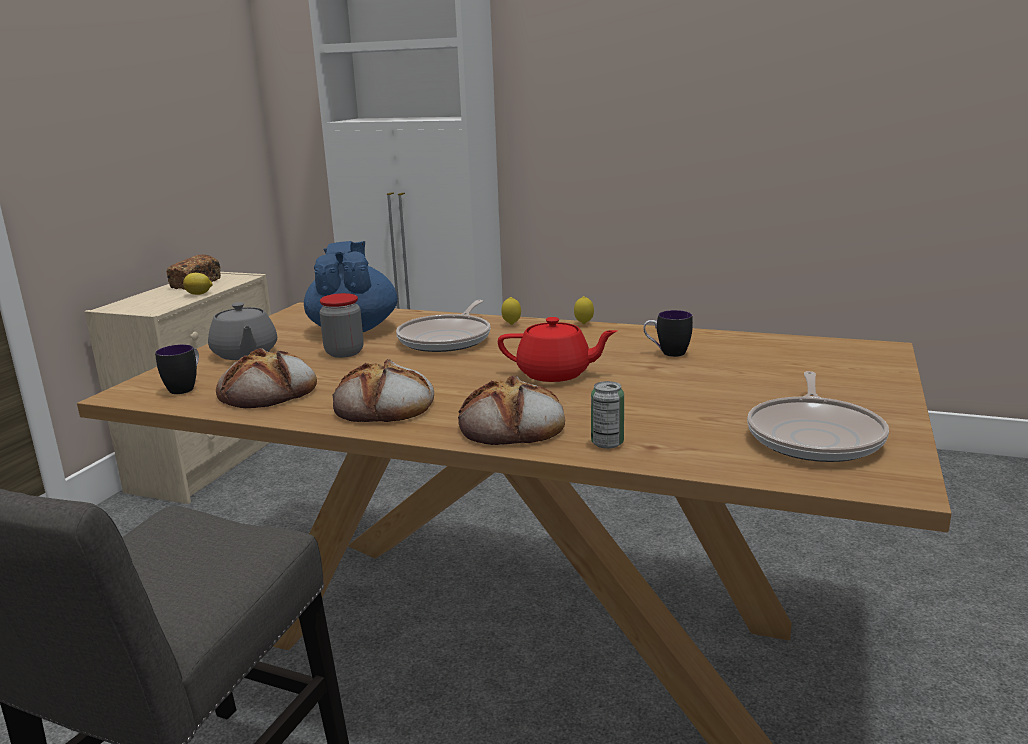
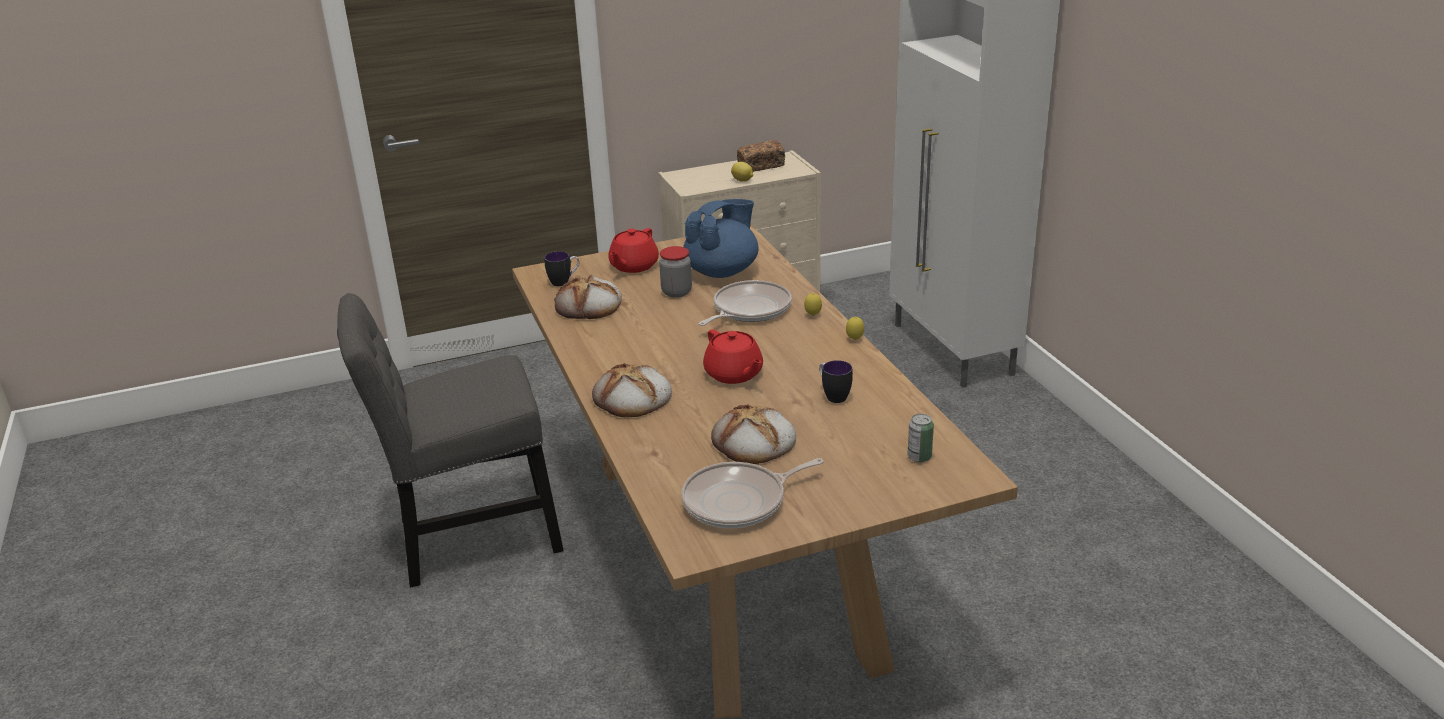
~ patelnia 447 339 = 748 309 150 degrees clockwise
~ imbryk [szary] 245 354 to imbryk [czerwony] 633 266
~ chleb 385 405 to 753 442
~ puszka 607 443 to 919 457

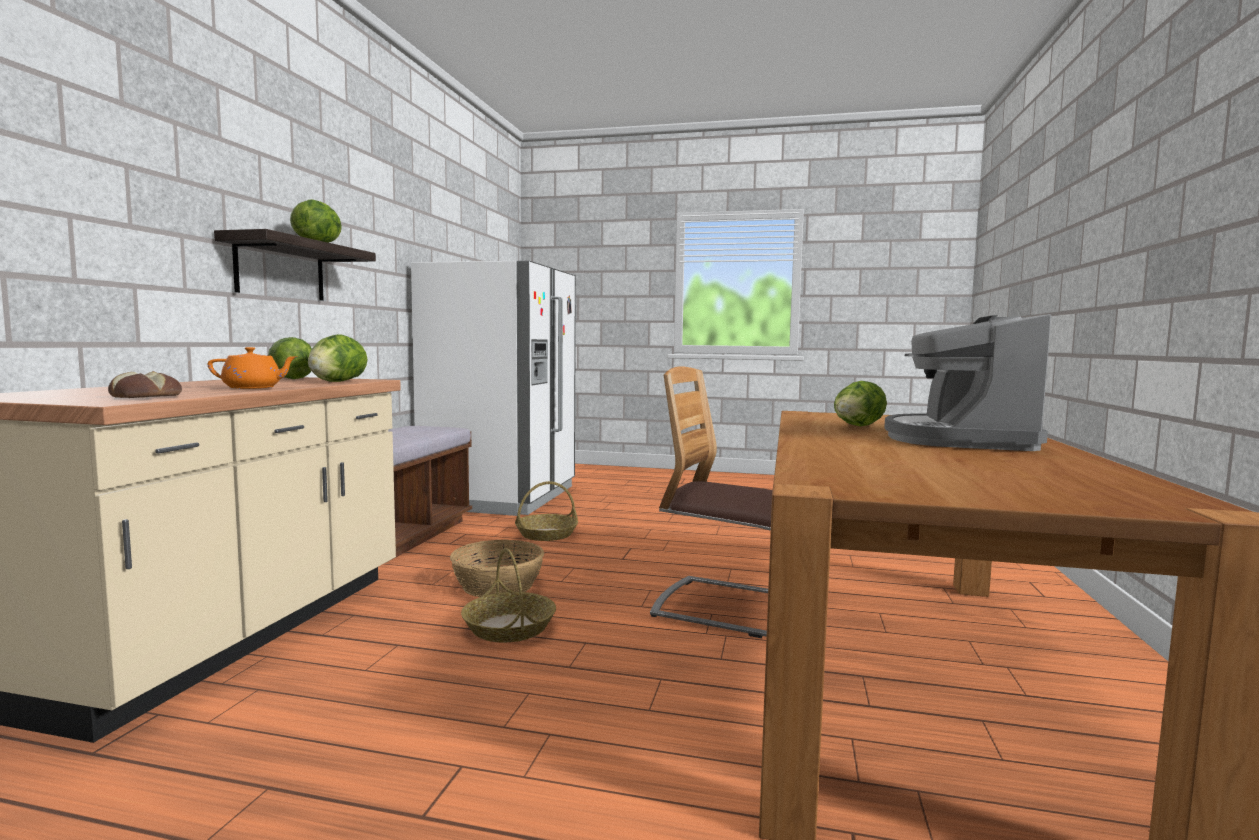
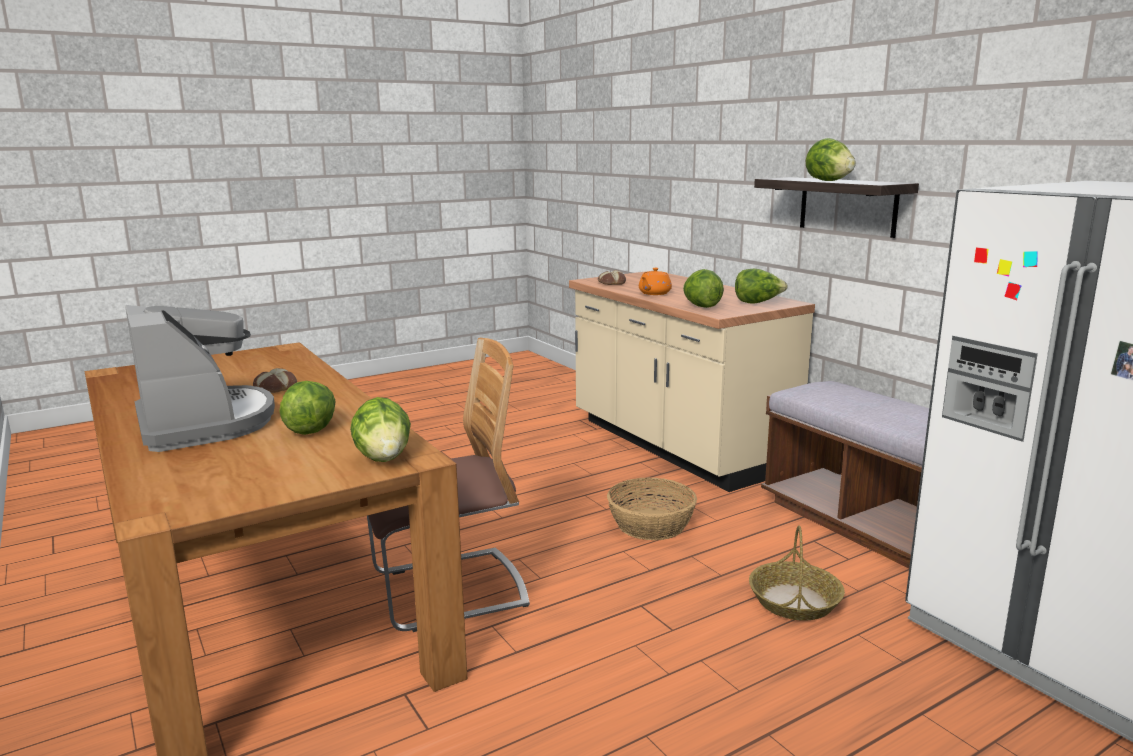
- koszyk 509 628
+ chleb 275 388
+ sałata 384 458

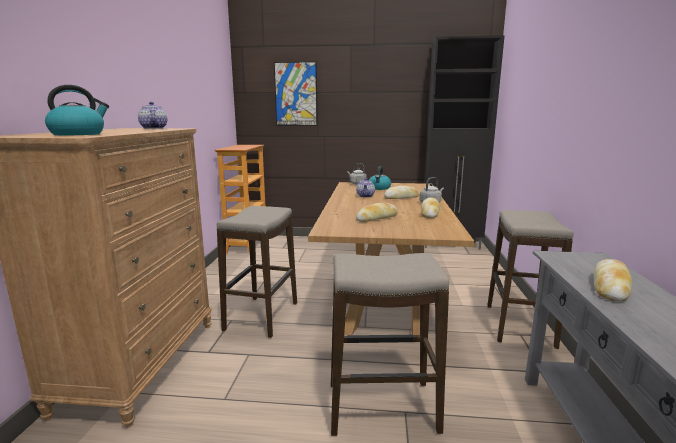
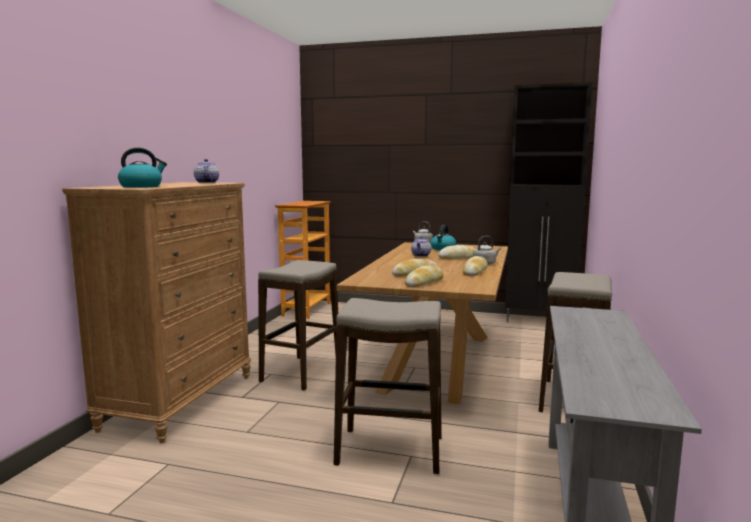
- obraz 296 94
~ chleb 610 286 to 424 282

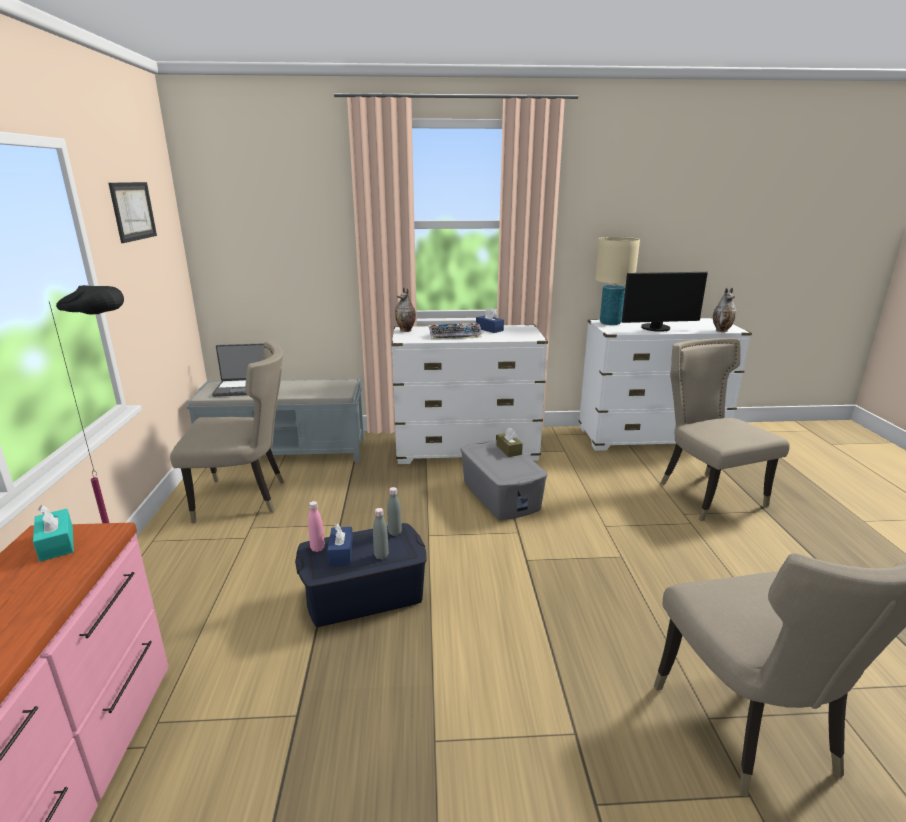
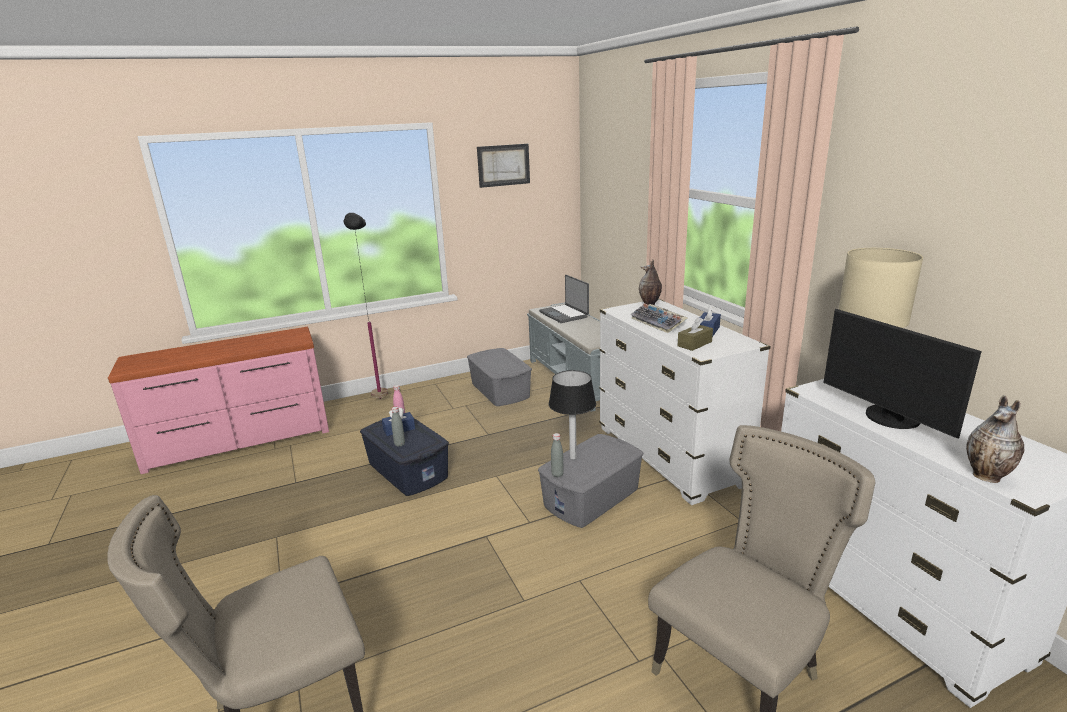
~ krzesło [beżowy] 245 498 to pojemnik do przechowywania [szary] 499 390
~ pudełko chusteczek [brązowy] 509 450 to 694 344
~ butelka [szary] 395 533 to 557 474
- pudełko chusteczek [turkusowy] 56 543
+ lampa stołowa 573 457

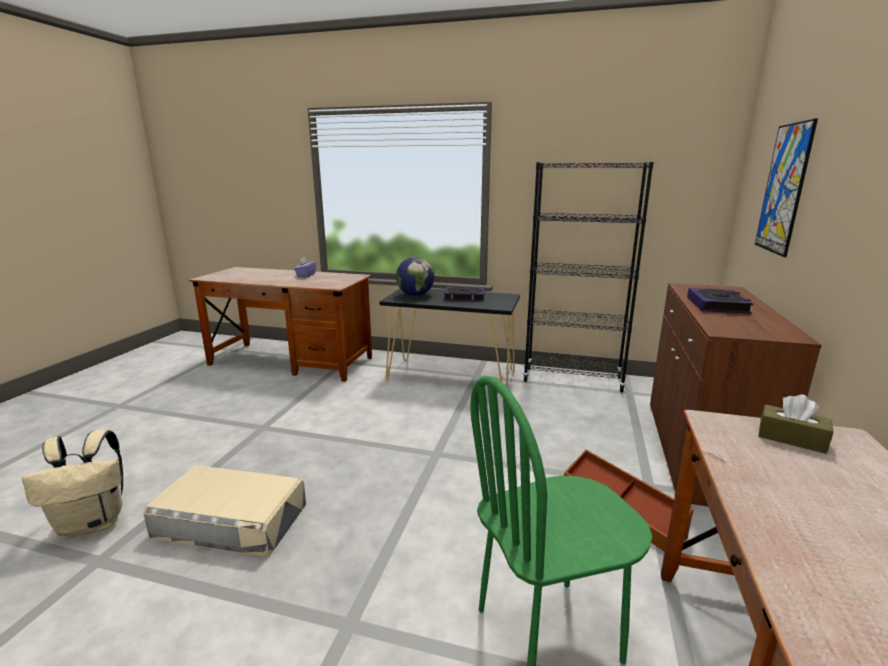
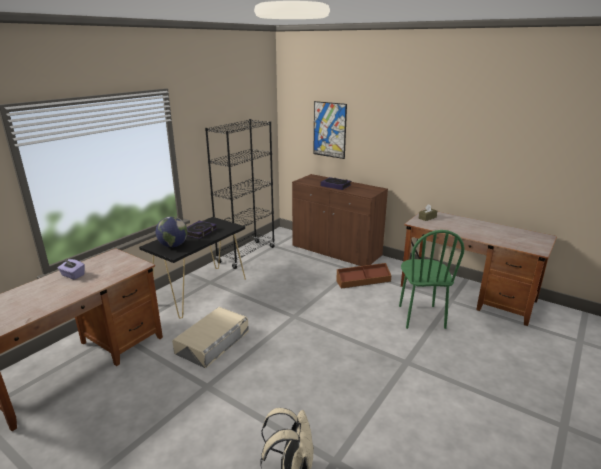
~ pojemnik do przechowywania [beżowy] 231 520 to 213 342

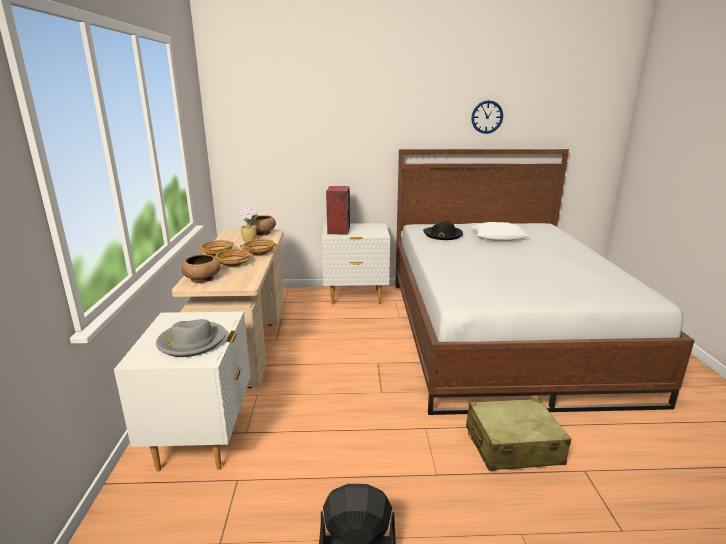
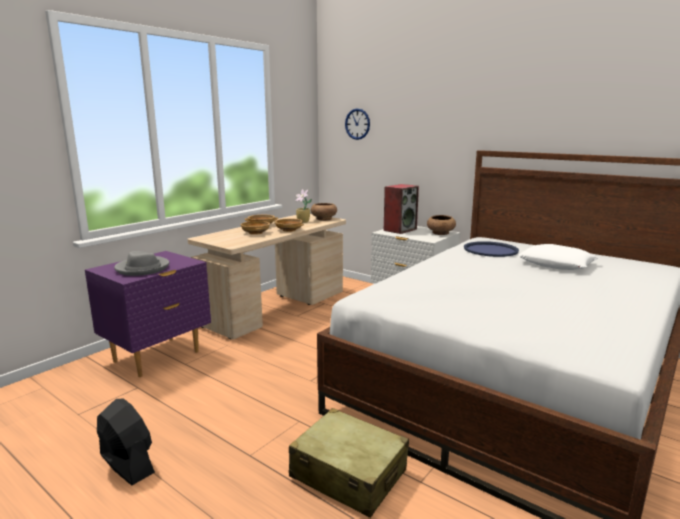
~ zegar ścienny 487 117 to 357 124
~ kapelusz [czarny] 443 235 to taca [niebieski] 490 250
~ miska [brązowy] 202 279 to 440 233
~ szafka nocna [biały] 202 440 to szafka nocna [fioletowy] 157 357

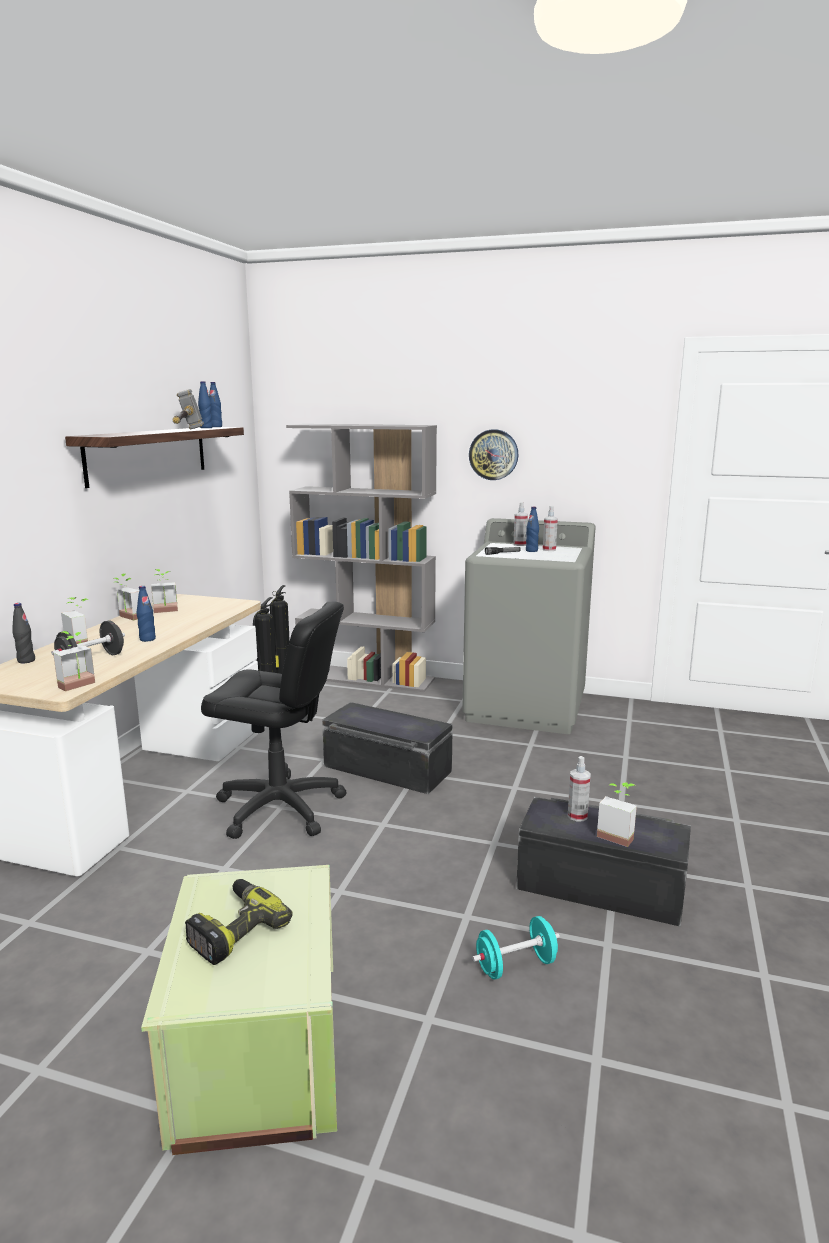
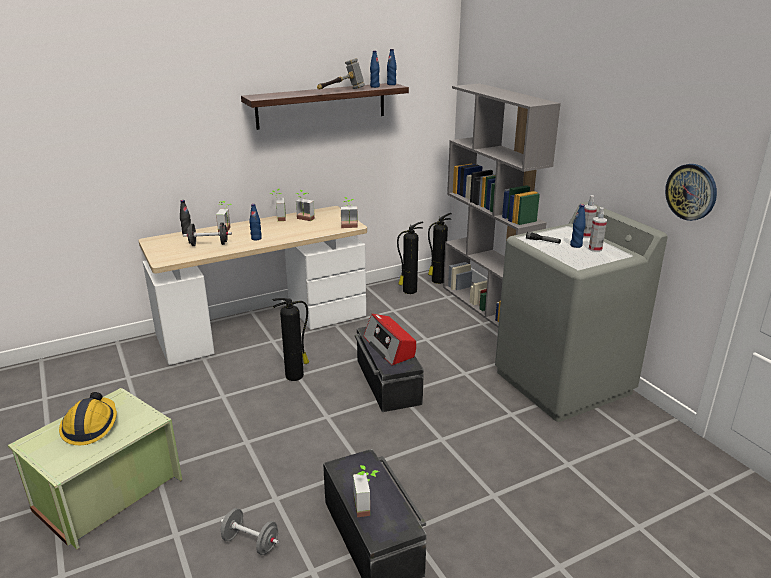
~ zegar ścienny 493 454 to 691 192
~ krzesło biurowe [czarny] 279 808 to gaśnica 295 375
~ roślina doniczkowa 80 686 to 349 227
- spryskiwacz 577 816
~ wiertarka 234 929 to kask 90 426
~ hantel [turkusowy] 515 965 to hantel [szary] 250 542
+ radio 389 347

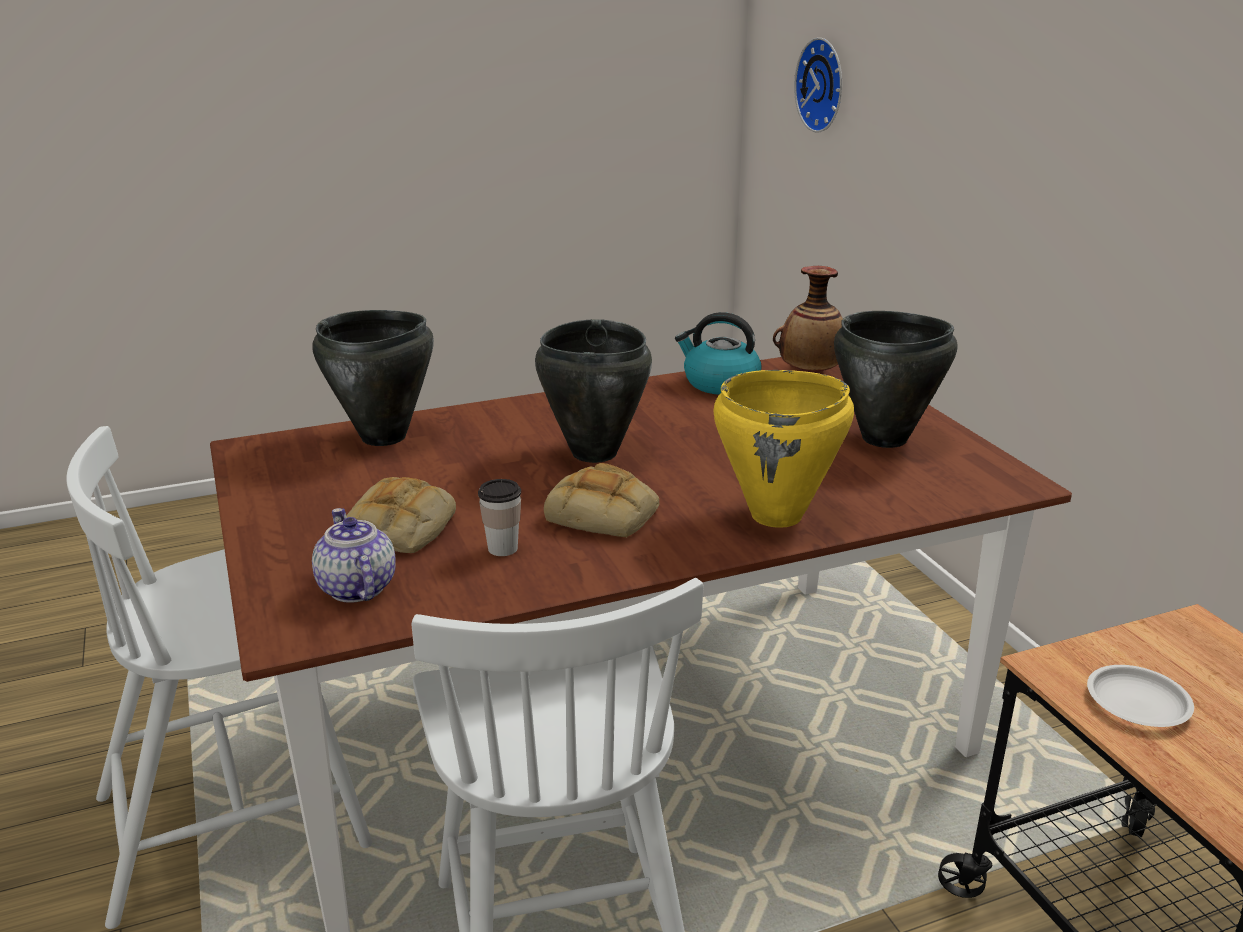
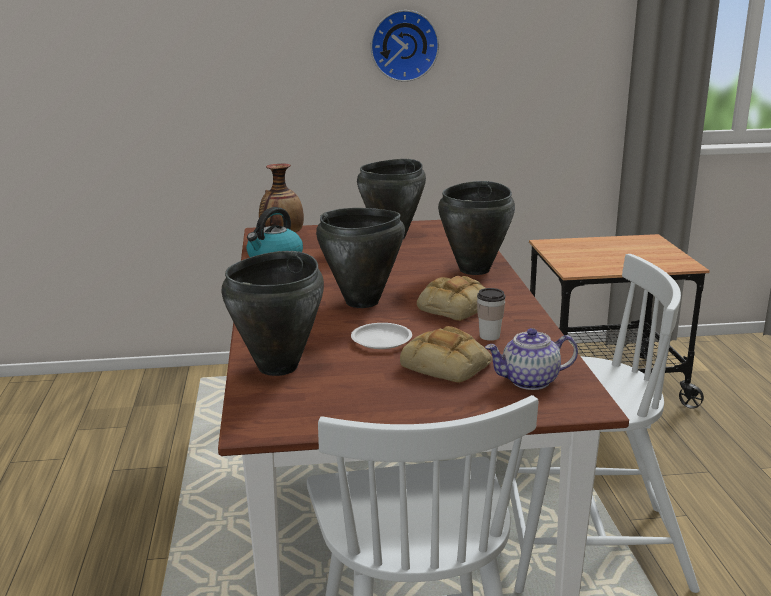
~ zegar ścienny 824 85 to 404 45
~ garnek [żółty] 777 516 to garnek [czarny] 475 270
~ talerz [biały] 1137 702 to 381 340

